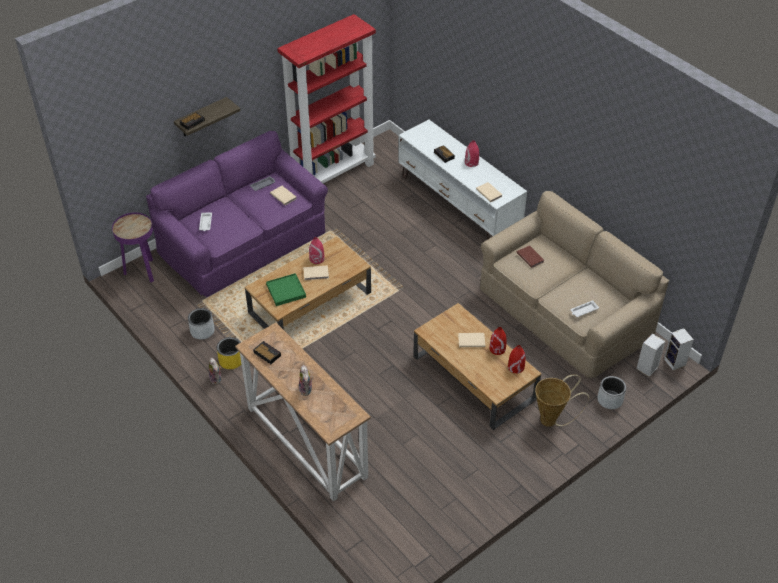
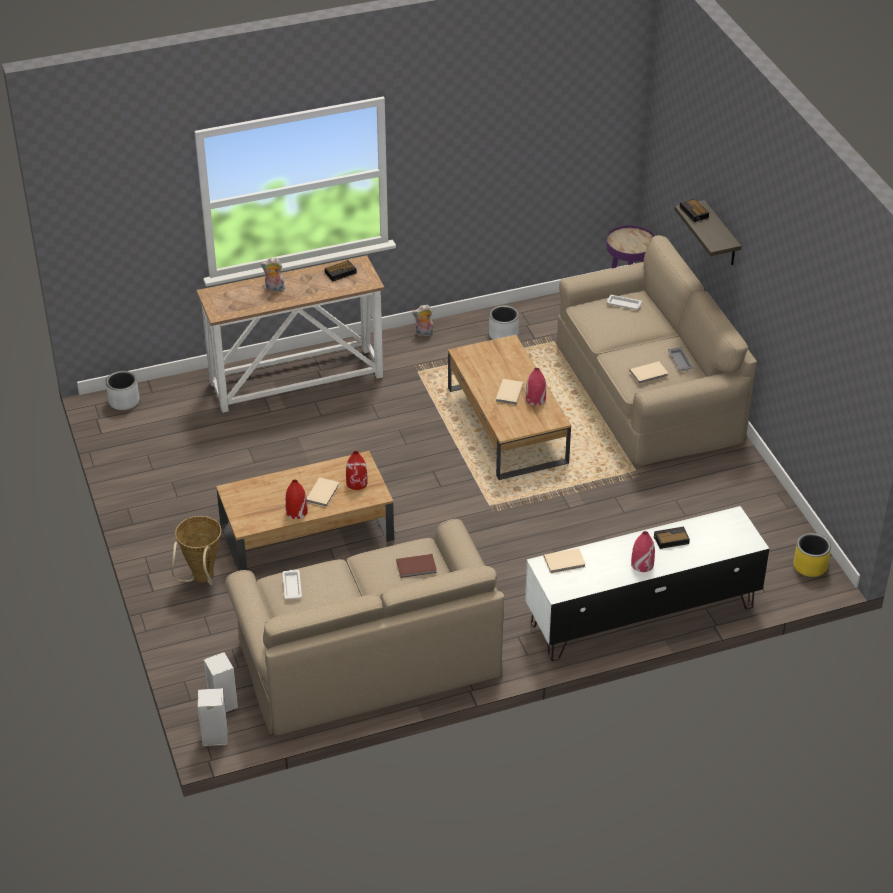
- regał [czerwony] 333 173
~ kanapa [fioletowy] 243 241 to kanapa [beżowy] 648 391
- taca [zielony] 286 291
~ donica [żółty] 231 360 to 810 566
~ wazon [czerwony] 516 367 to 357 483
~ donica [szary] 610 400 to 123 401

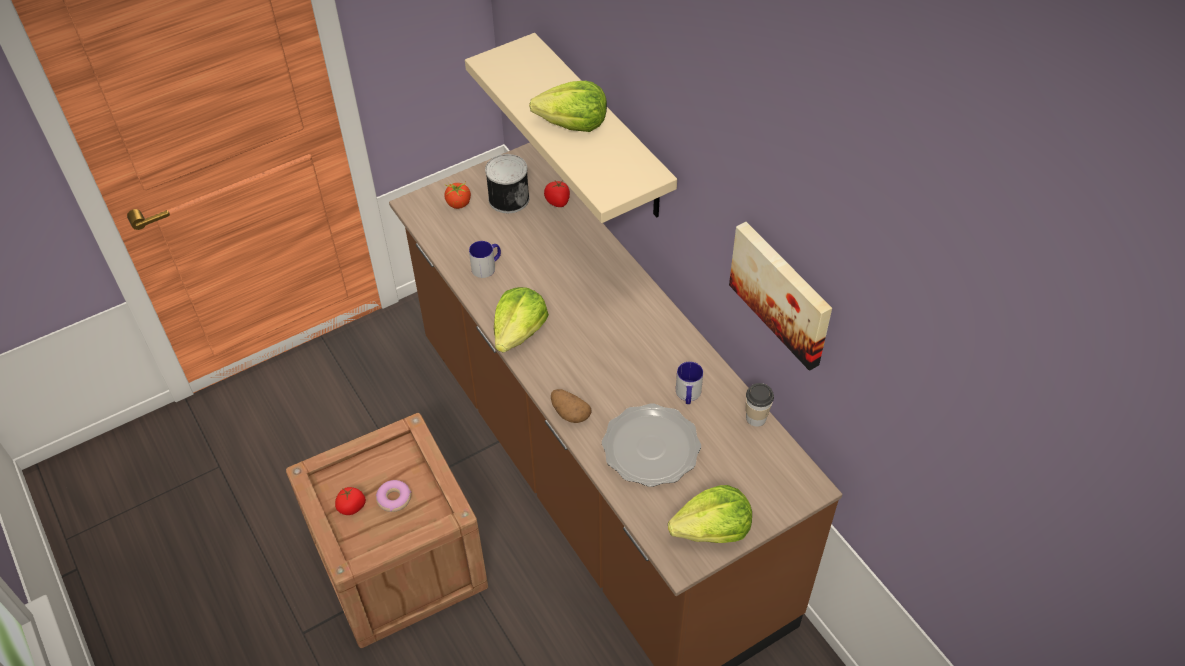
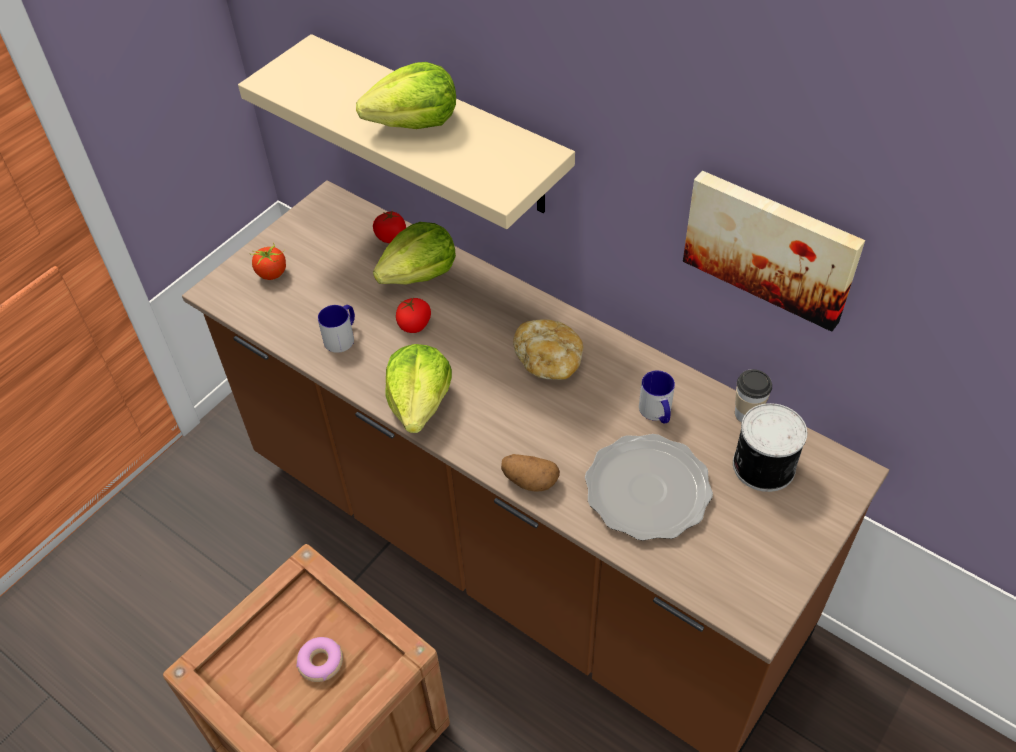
~ puszka 508 198 to 762 465
~ sałata 712 530 to 420 274
~ pomidor 352 507 to 414 325
+ chleb 549 361

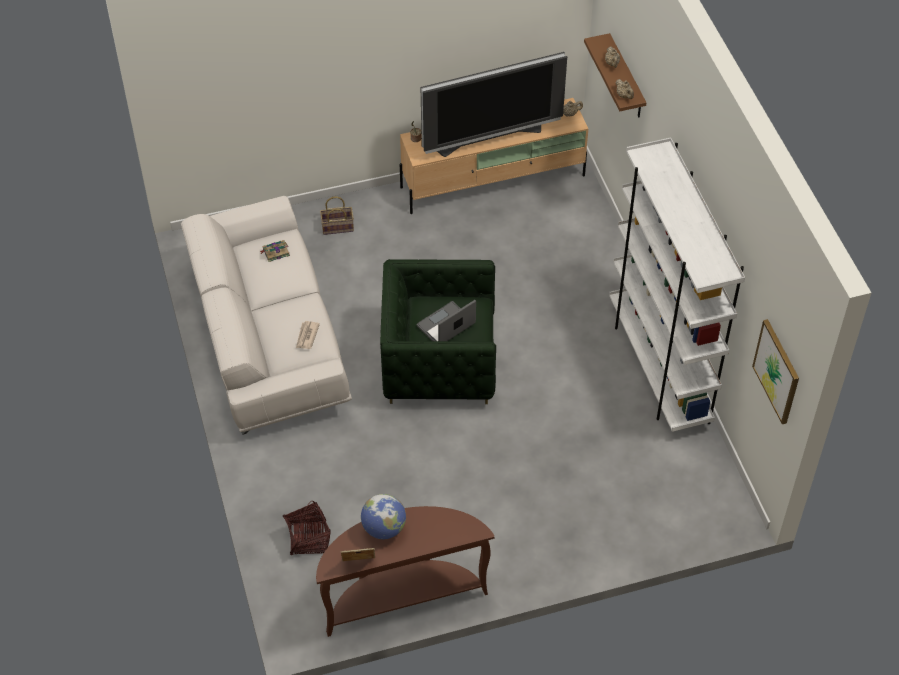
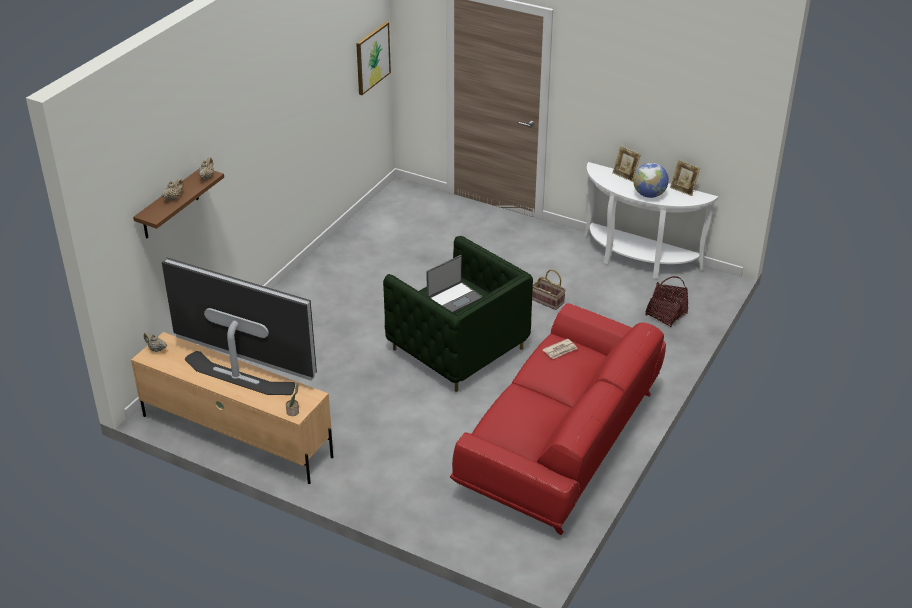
- regał [biały] 659 367
~ kanapa [biały] 267 337 to kanapa [czerwony] 561 443
~ koszyk 338 226 to 546 301
- książka 275 252
~ laptop 446 326 = 454 298 45 degrees counterclockwise
~ stolik konsolowy [brązowy] 402 596 to stolik konsolowy [biały] 637 260
+ ramka na zdjęcie 625 175

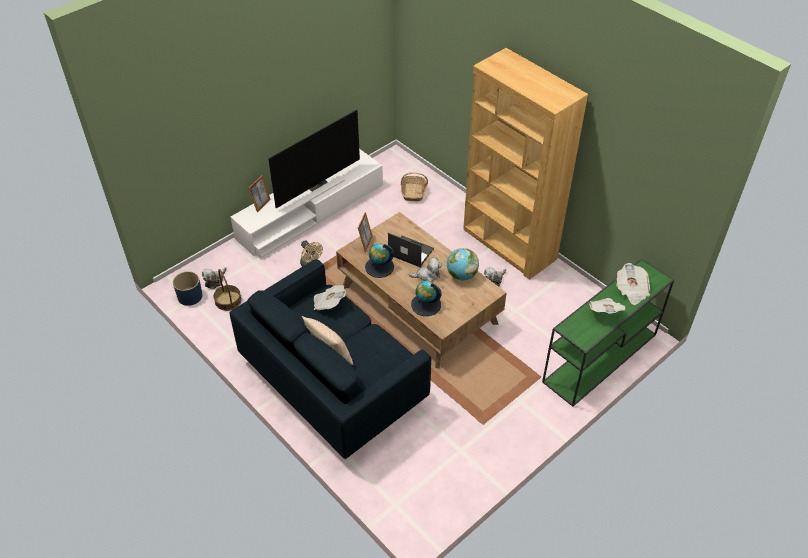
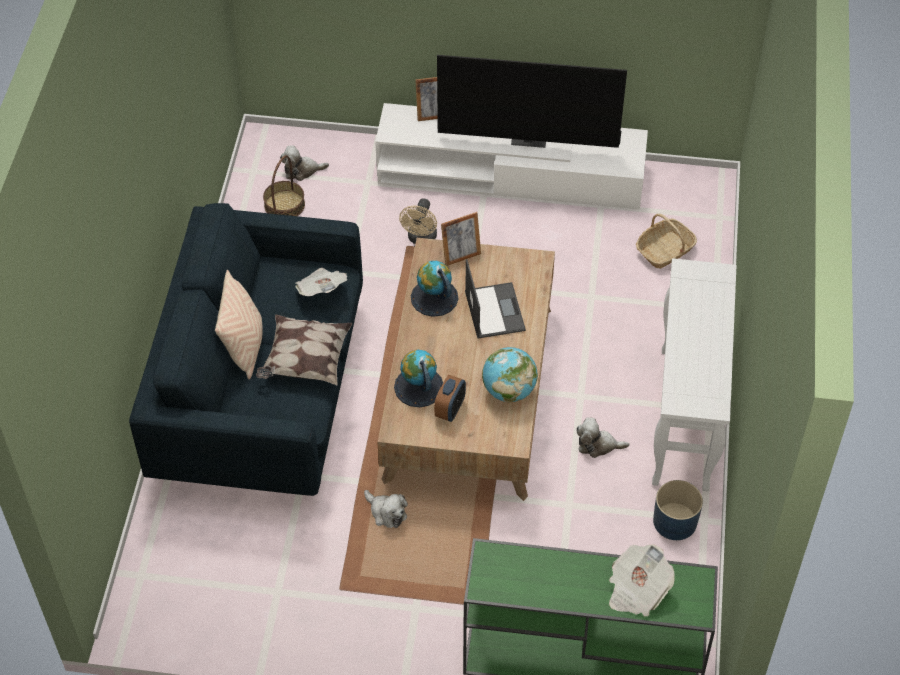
~ regał [brązowy] 509 244 to stolik konsolowy [biały] 685 420
~ pluszak 427 275 to 386 513
~ donica [niebieski] 190 296 to 674 521
- gazeta 605 312
+ poduszka 305 361
+ budzik 450 409

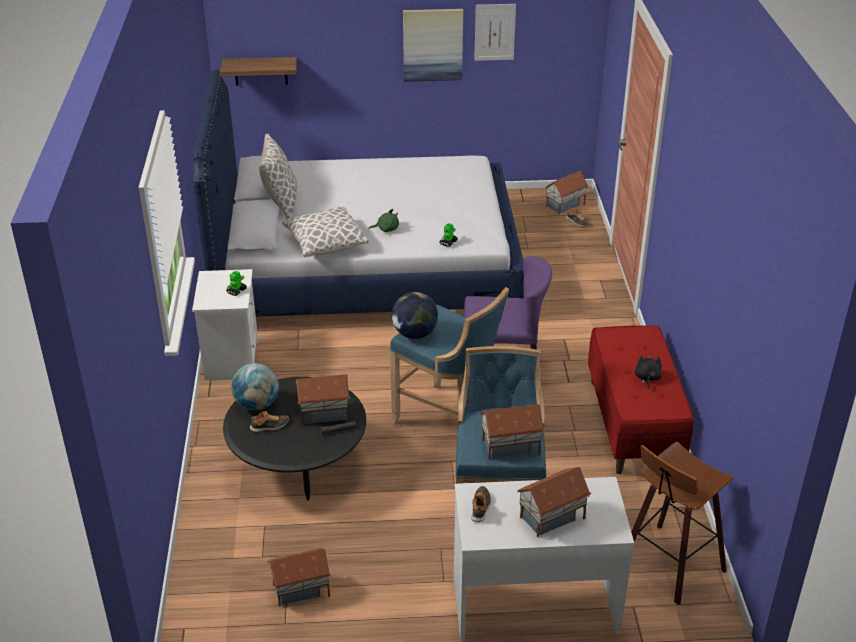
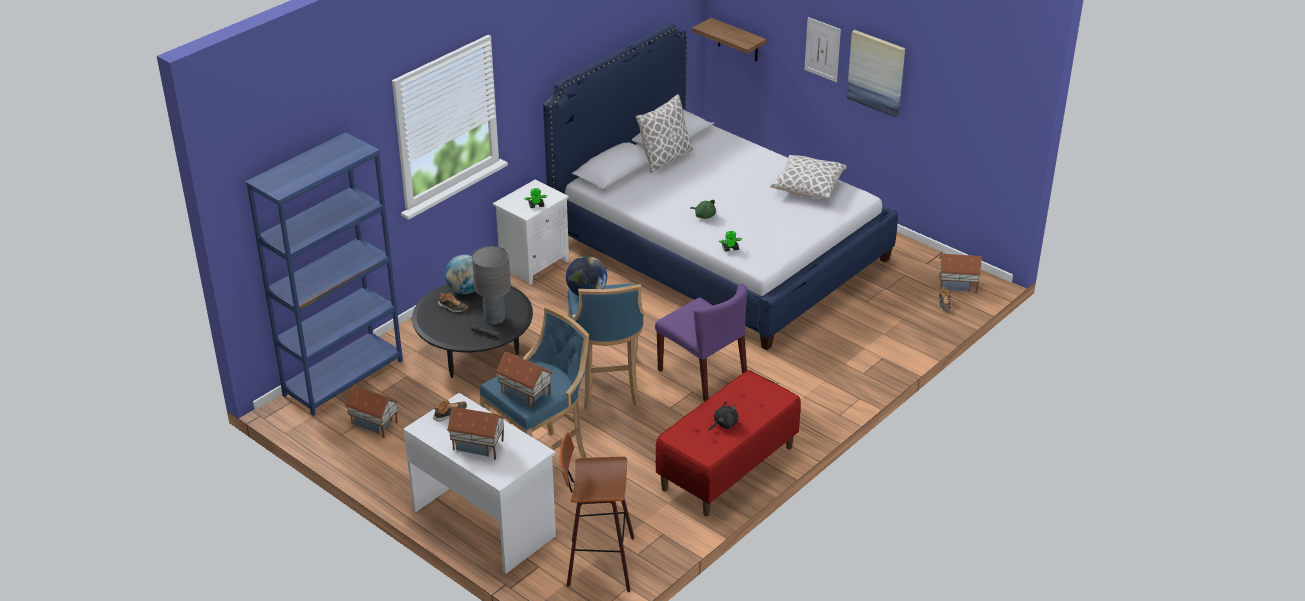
~ obraz 494 32 to 822 49
~ poduszka 325 244 to 808 188
~ domek 323 412 to lampa stołowa [szary] 494 318
+ regał [niebieski] 343 377

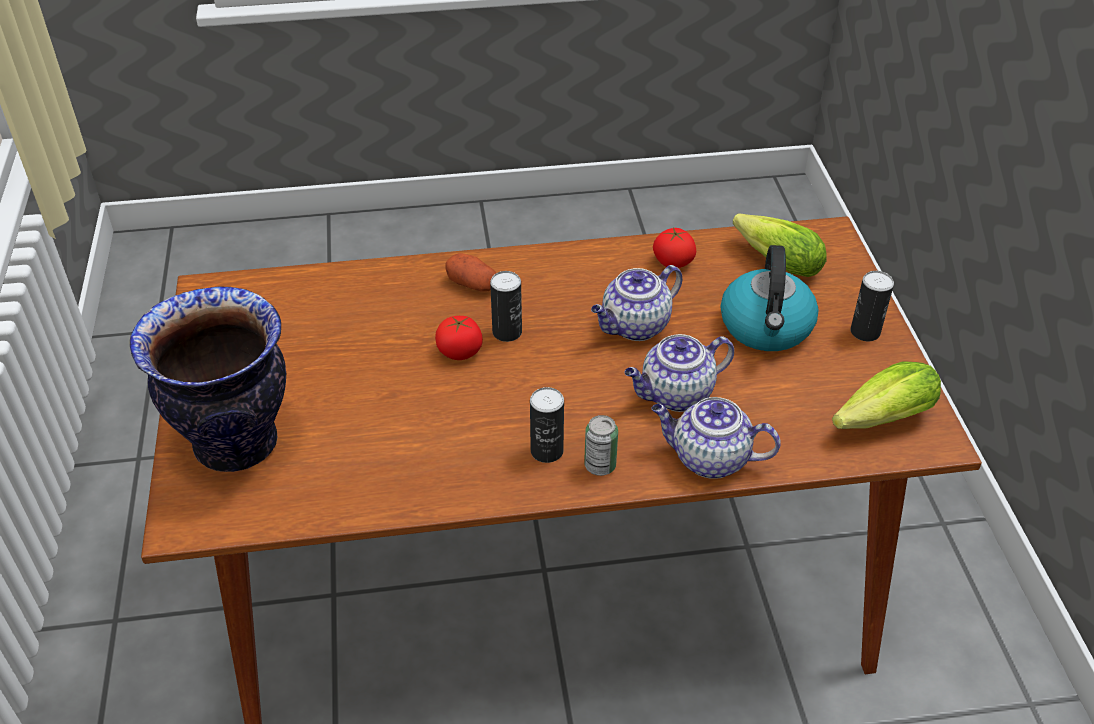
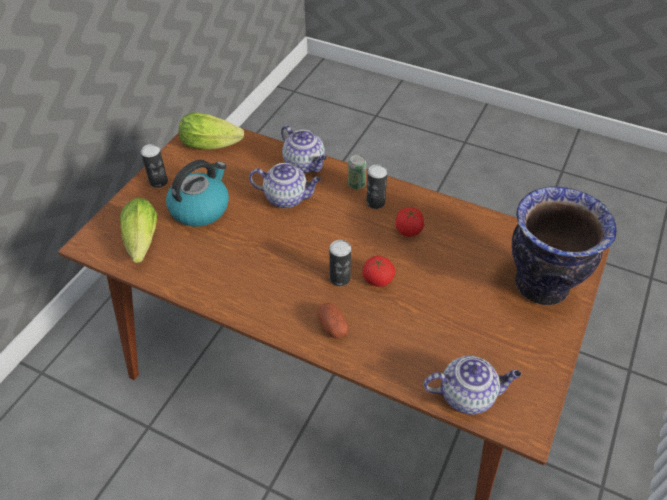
~ pomidor 673 262 to 408 230
~ imbryk 634 327 to 468 395

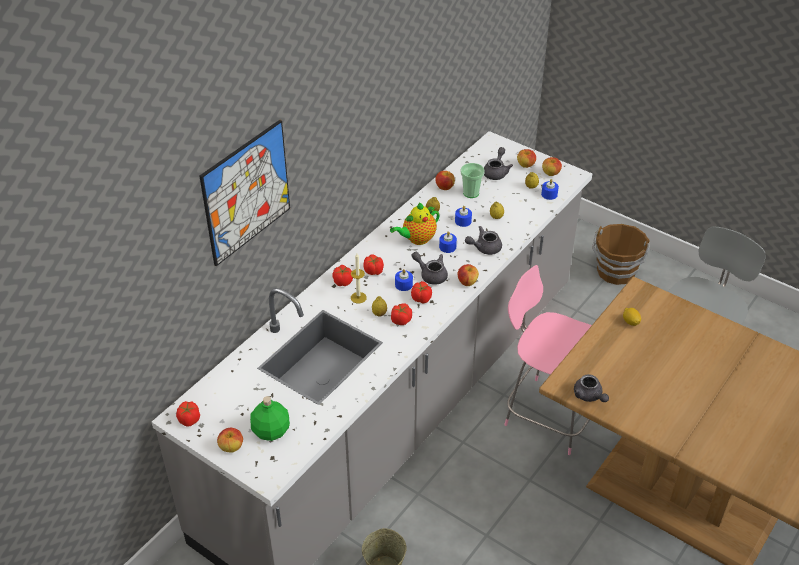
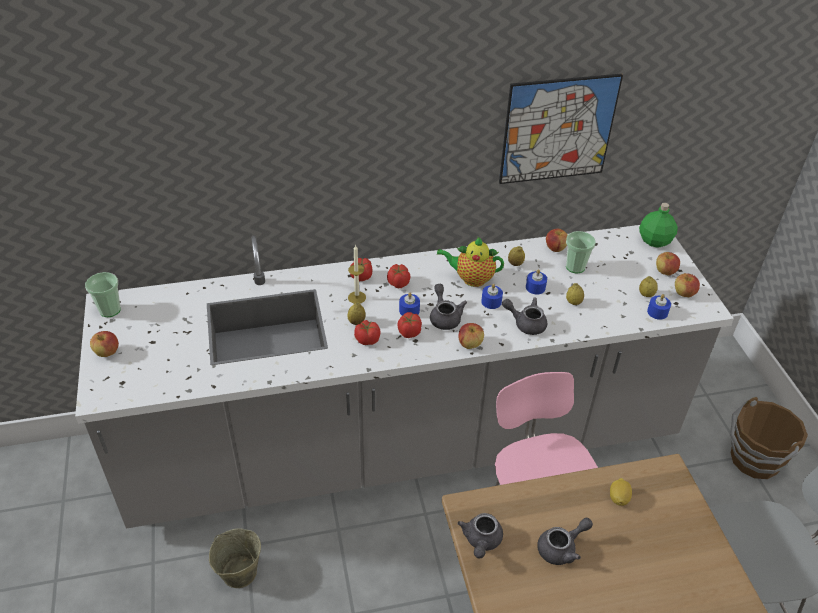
~ obraz 246 192 to 558 129
~ imbryk [szary] 496 172 to 561 548
~ butelka [zielony] 271 430 to 655 240
~ pomidor 189 420 to filiżanka 110 310

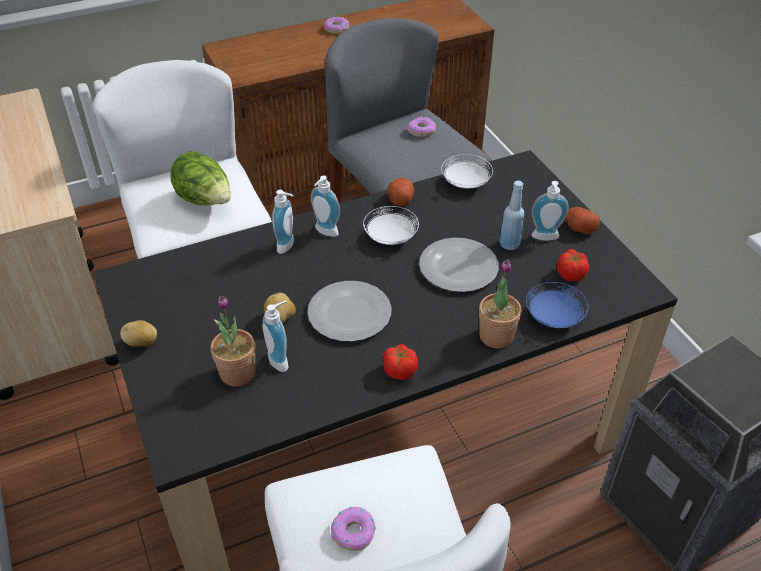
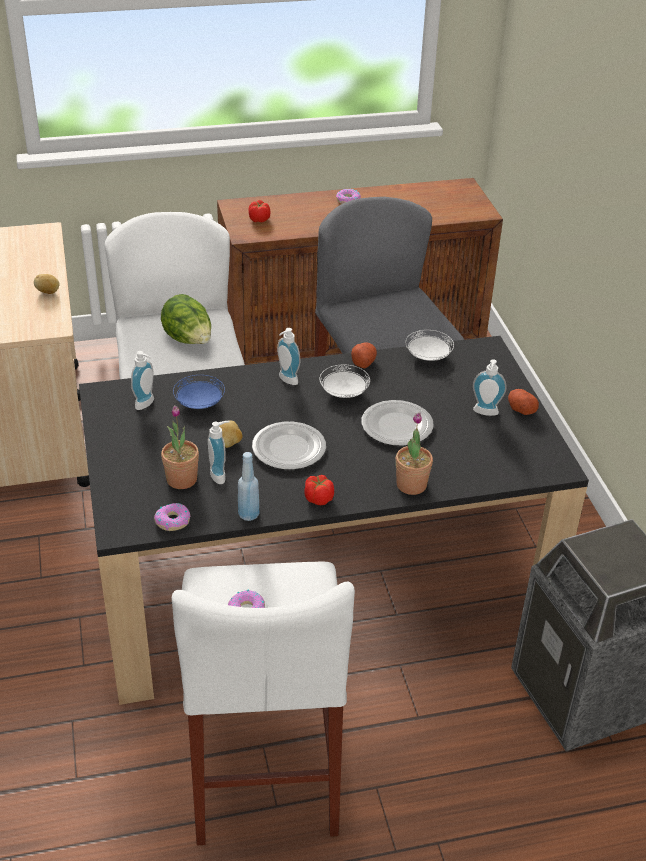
~ donut 421 130 to 172 521
~ butelka [niebieski] 509 244 to 248 514
~ dozownik mydła 288 246 to 147 404
~ pomidor 570 274 to 259 219
~ talerz [niebieski] 554 317 to 200 403
~ ziemniak 142 343 to 48 292

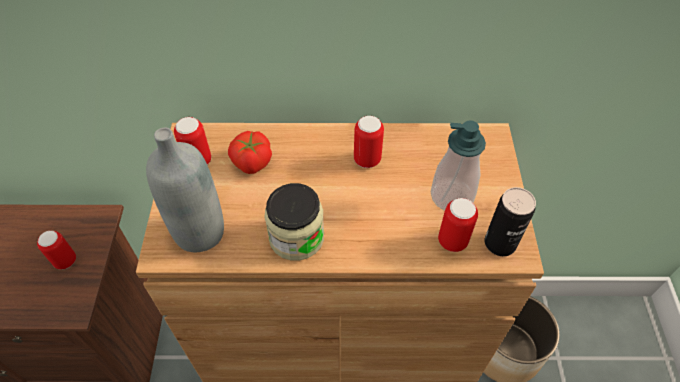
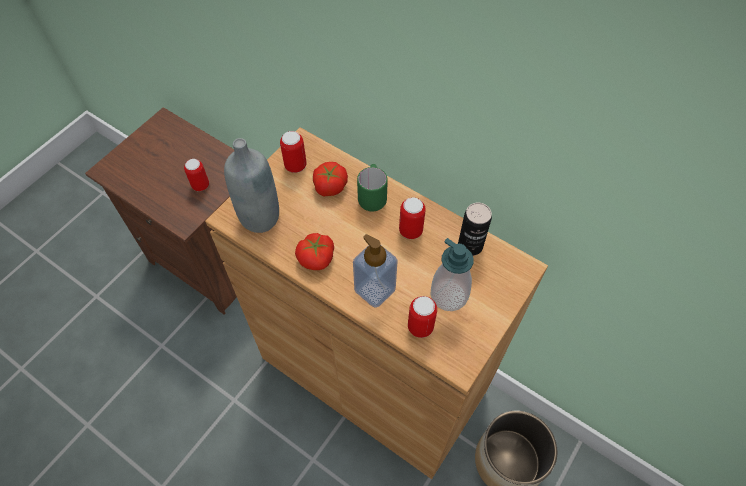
~ słoik 296 237 to pomidor 317 258
~ puszka 500 243 to 470 245
+ kubek [zielony] 372 196
+ dozownik mydła 375 290

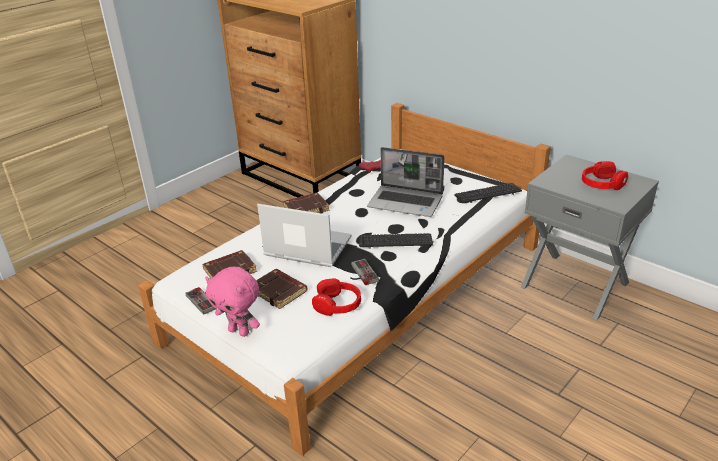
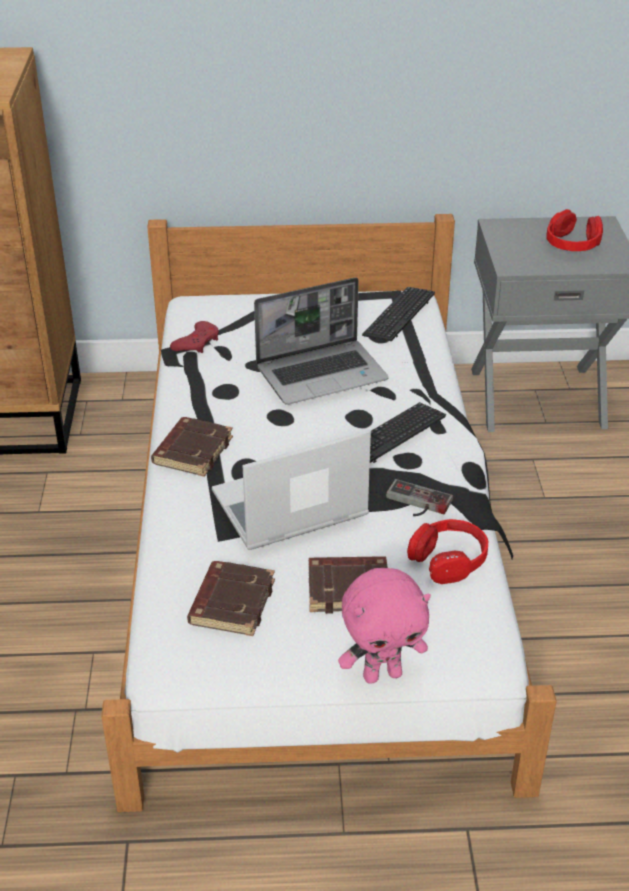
- pad do gier 206 300

